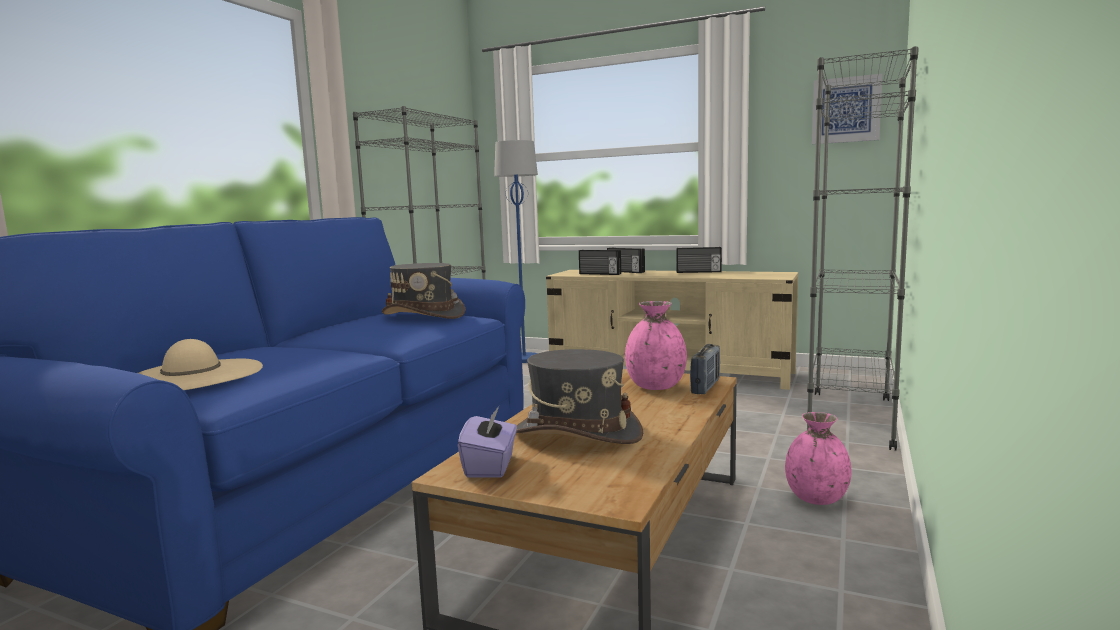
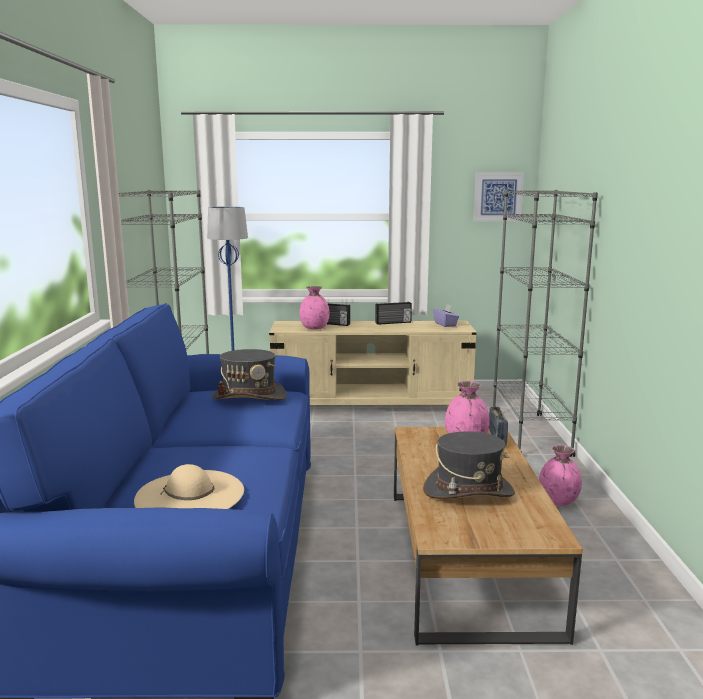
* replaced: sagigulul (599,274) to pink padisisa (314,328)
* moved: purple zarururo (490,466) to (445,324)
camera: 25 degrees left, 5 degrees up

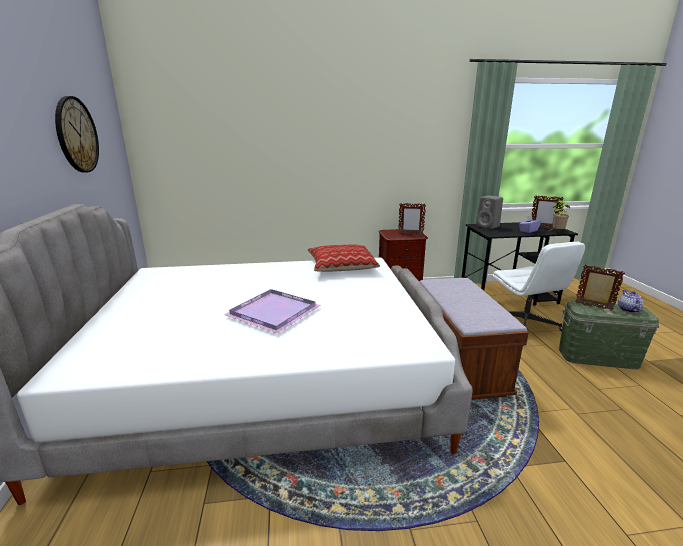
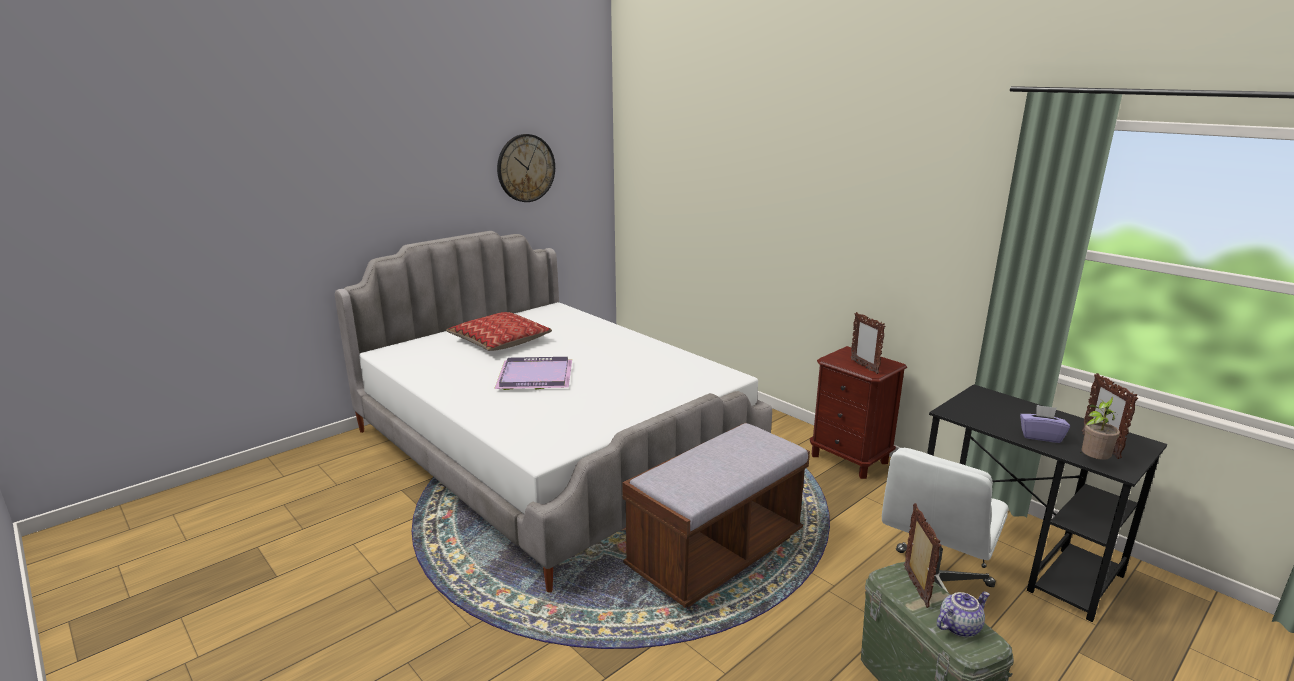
* moved: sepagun (341,266) to (500,341)
* removed: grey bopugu (488,226)
camera: 55 degrees right, 0 degrees up

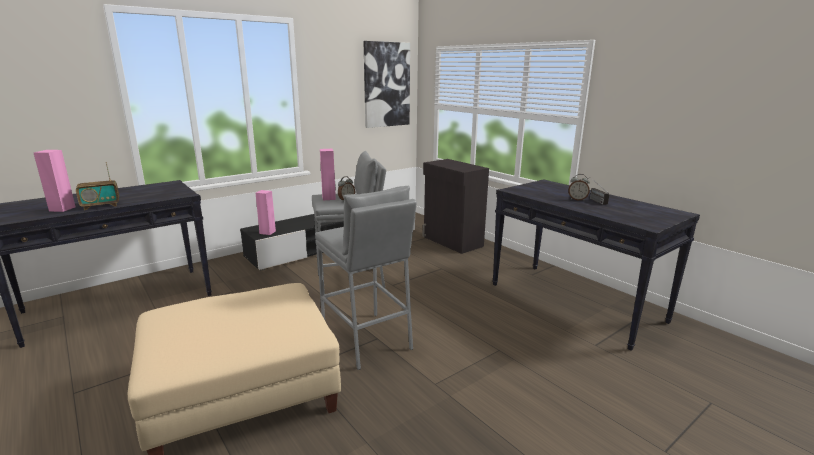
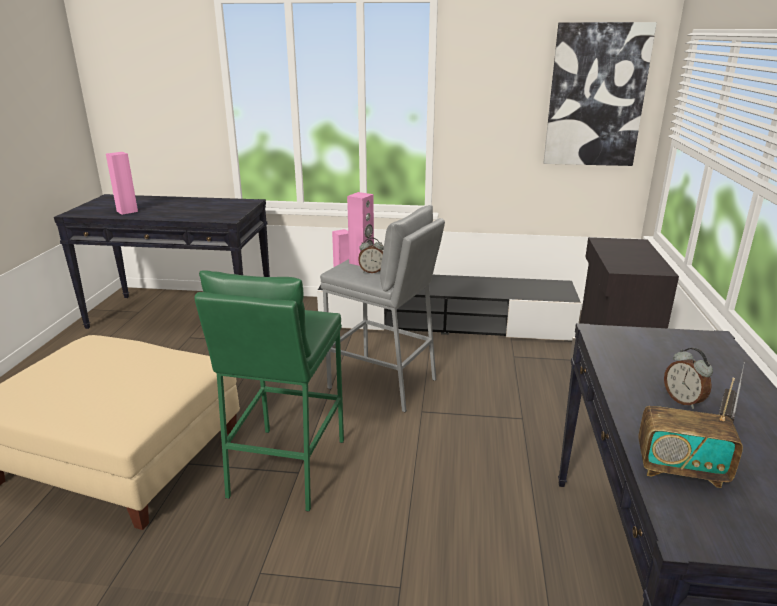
* recoloured: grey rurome (366,340) to green rurome (286,467)
* moved: sagigulul (101,206) to (680,469)
camera: 45 degrees right, 5 degrees up

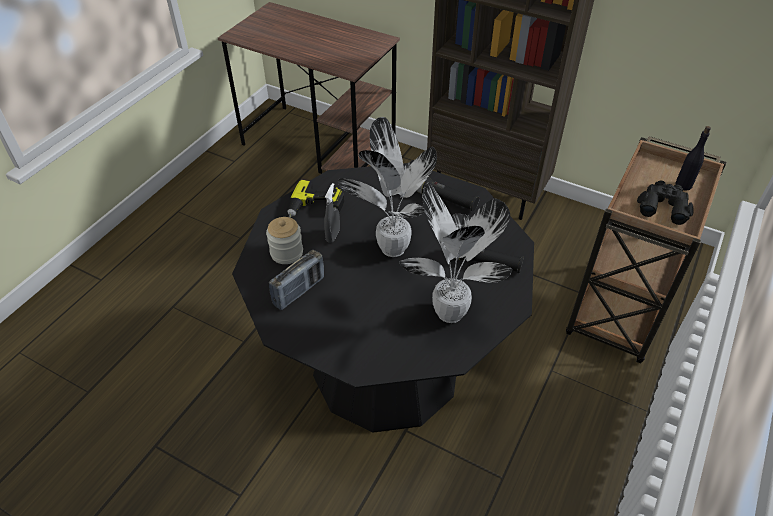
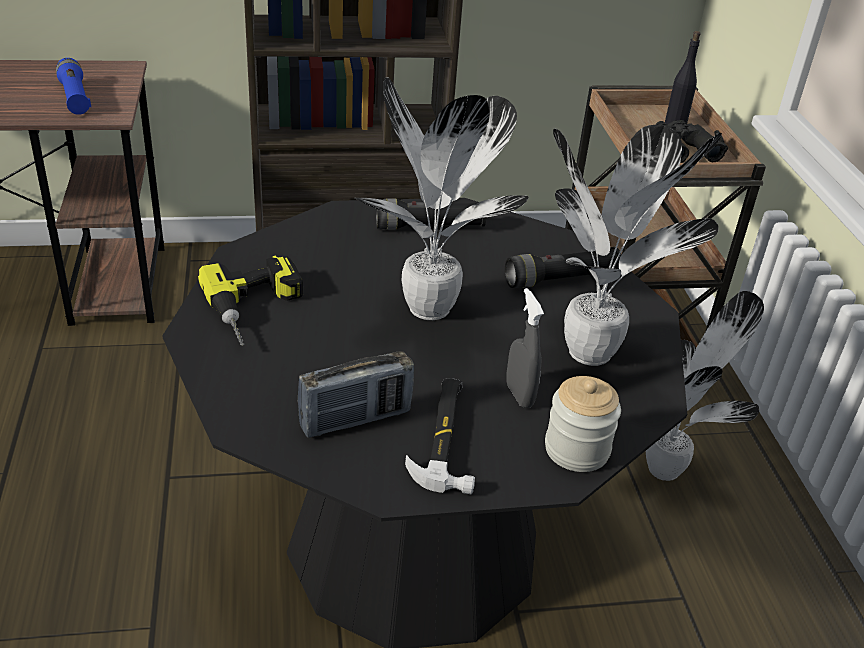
* added: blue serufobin (75,98)
* turned: sagigulul (299,291) = (355,419) 60 degrees clockwise
* added: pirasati (446,437)
* moved: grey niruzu (333,235) to (519,395)
* moved: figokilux (286,253) to (576,450)
* added: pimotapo (666,468)
camera: 40 degrees left, 10 degrees down

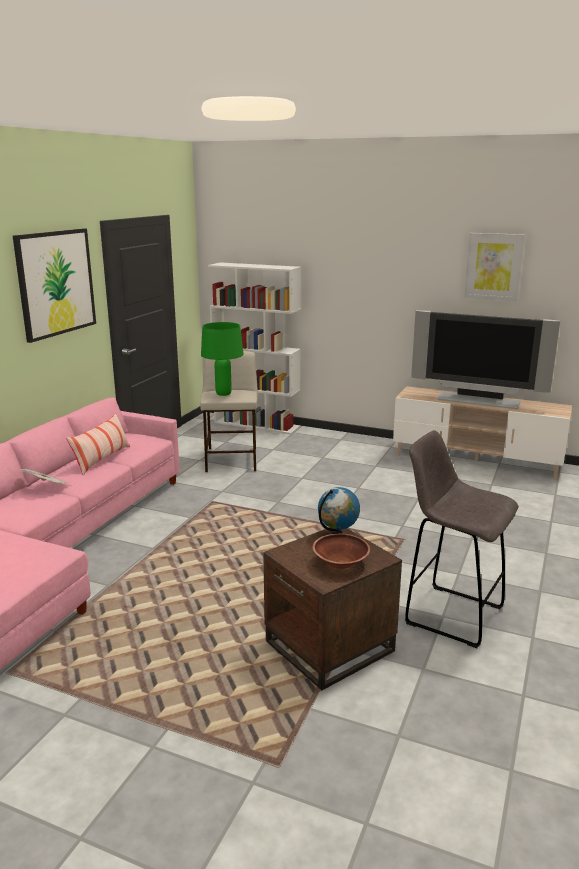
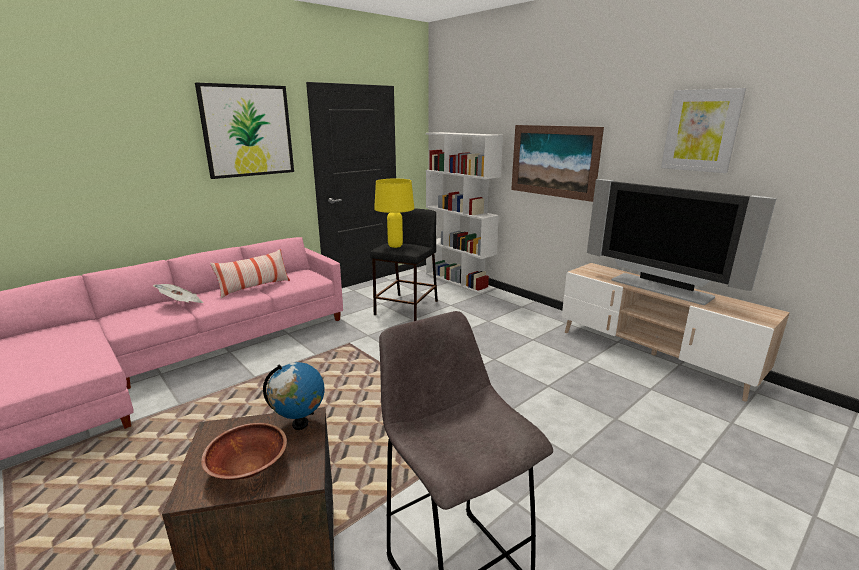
* recoloured: beige rurome (232,459) to black rurome (406,308)
* recoloured: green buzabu (223,394) to yellow buzabu (395,246)
* added: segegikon (553,161)
camera: 25 degrees right, 0 degrees up

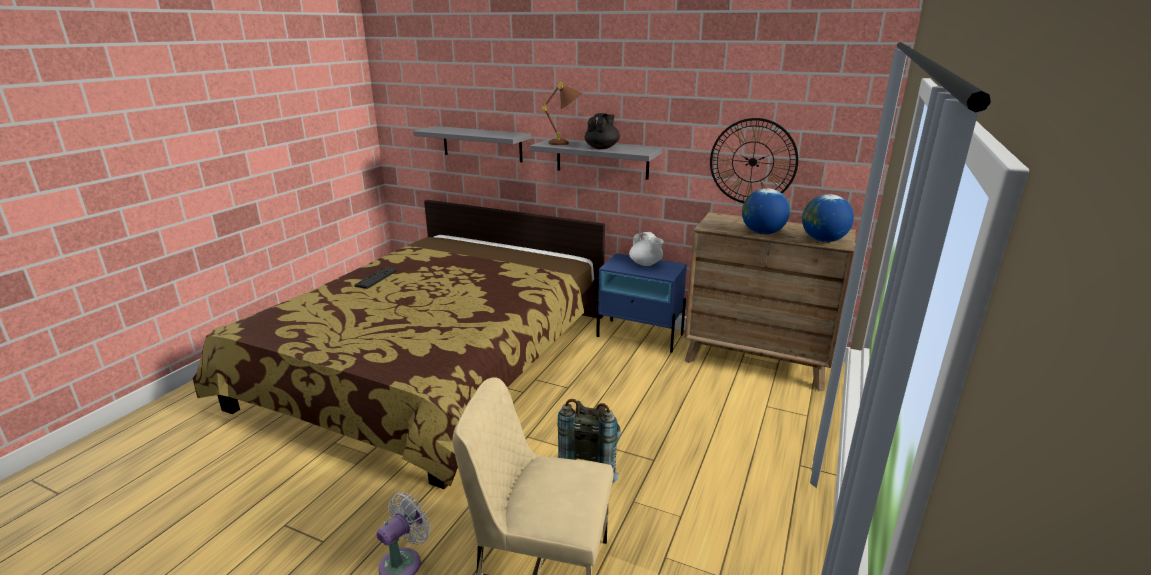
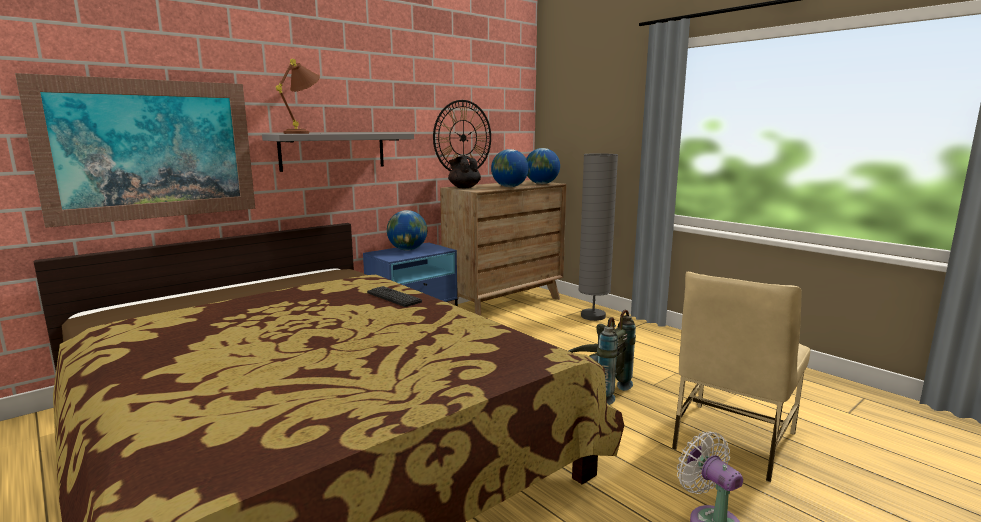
* replaced: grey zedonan (482,144) to segegikon (151,150)
* moved: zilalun (376,278) to (393,297)
* replaced: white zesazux (646,264) to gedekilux (407,250)
* moved: black zesazux (602,148) to (464,187)
* added: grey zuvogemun (593,316)
camera: 65 degrees left, 10 degrees down

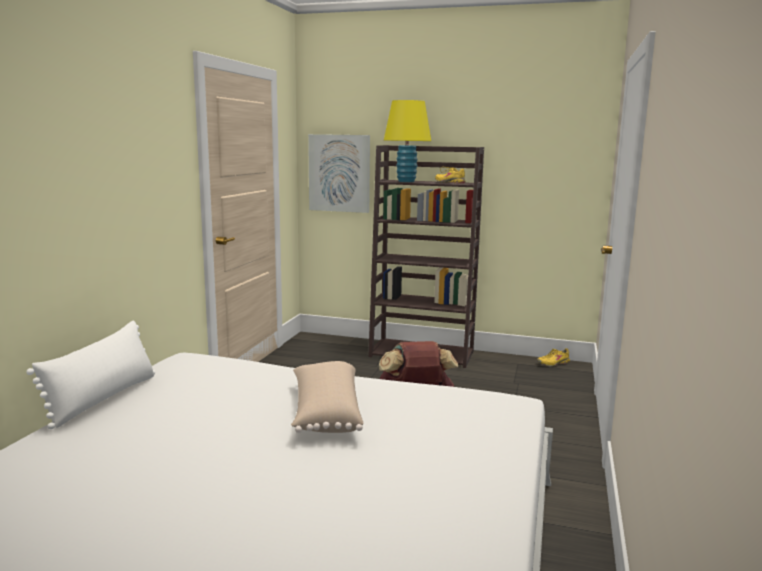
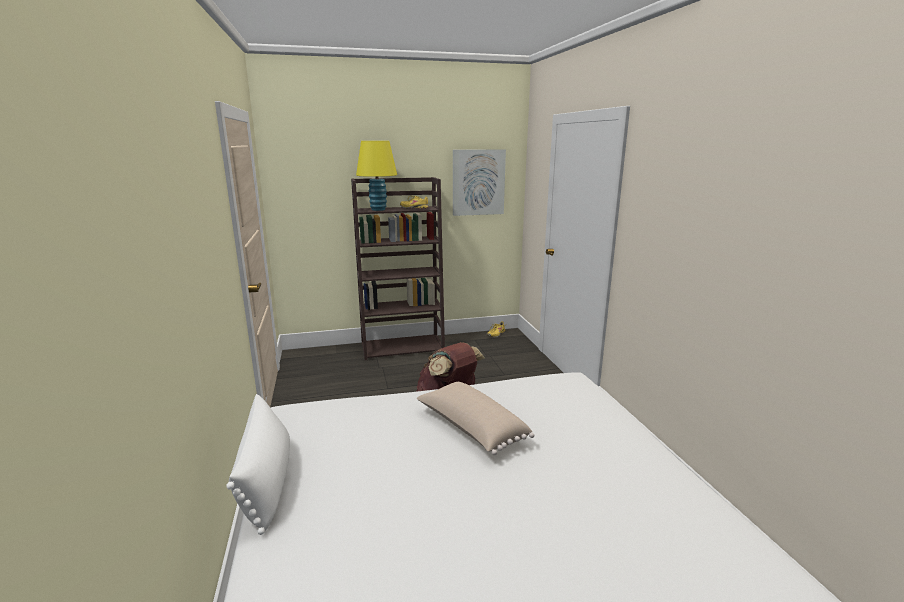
* moved: segegikon (339,173) to (478,182)
camera: 30 degrees left, 5 degrees up

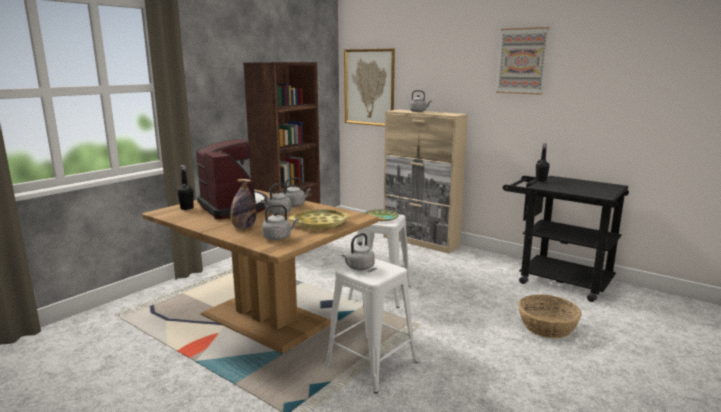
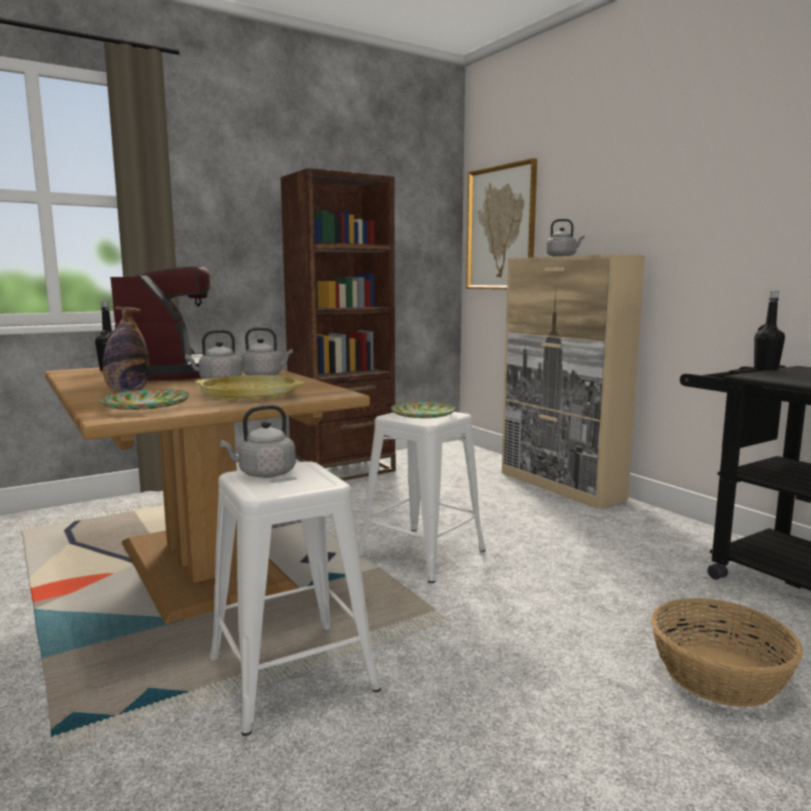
* replaced: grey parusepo (278,237) to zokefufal (146,405)
* removed: segegikon (522,61)
camera: 20 degrees right, 5 degrees down

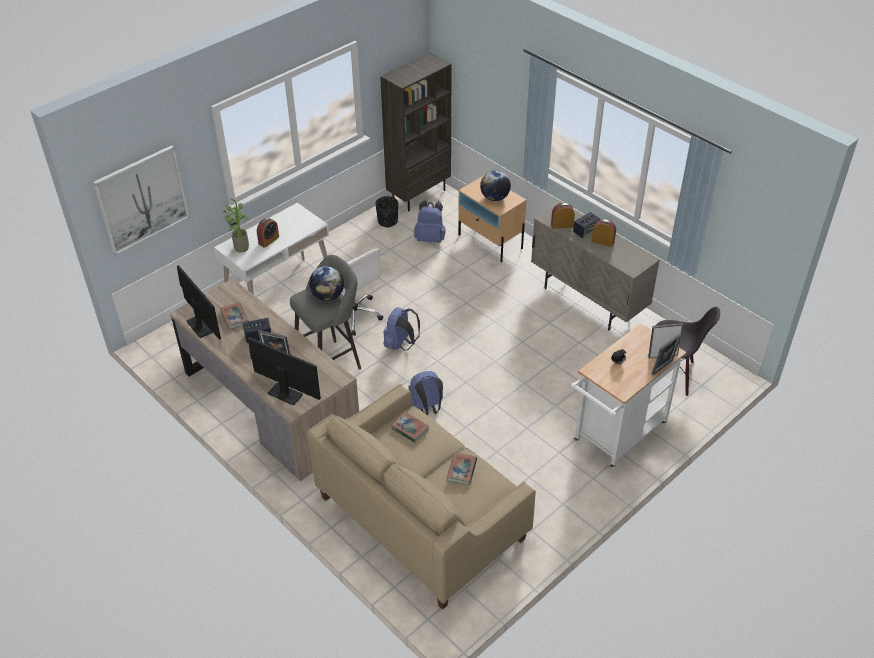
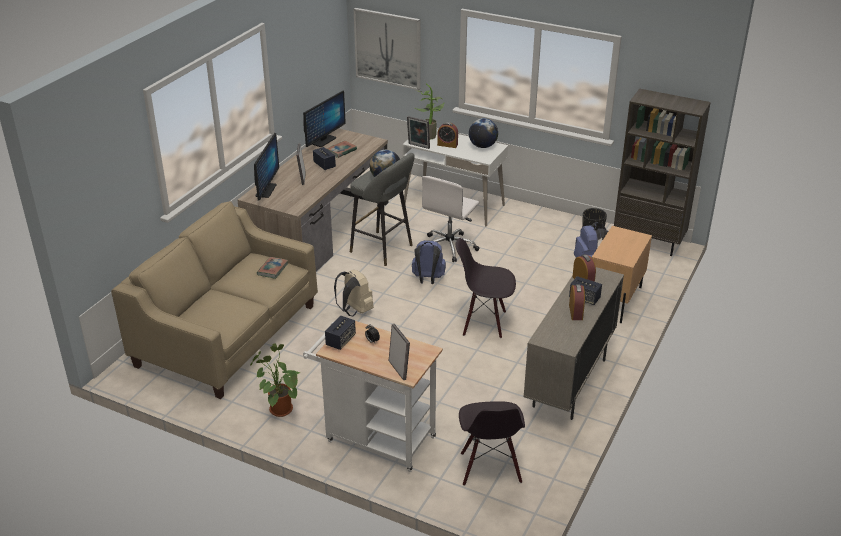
* added: pimotapo (278,409)
* added: bopugu (340,340)
* recoloured: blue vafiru (426,408) to beige vafiru (355,311)
* moved: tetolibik (663,368) to (418,146)
* added: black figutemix (484,323)
* moved: gedekilux (494,198) to (482,146)
* removed: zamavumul (462,470)
camera: 70 degrees right, 10 degrees down

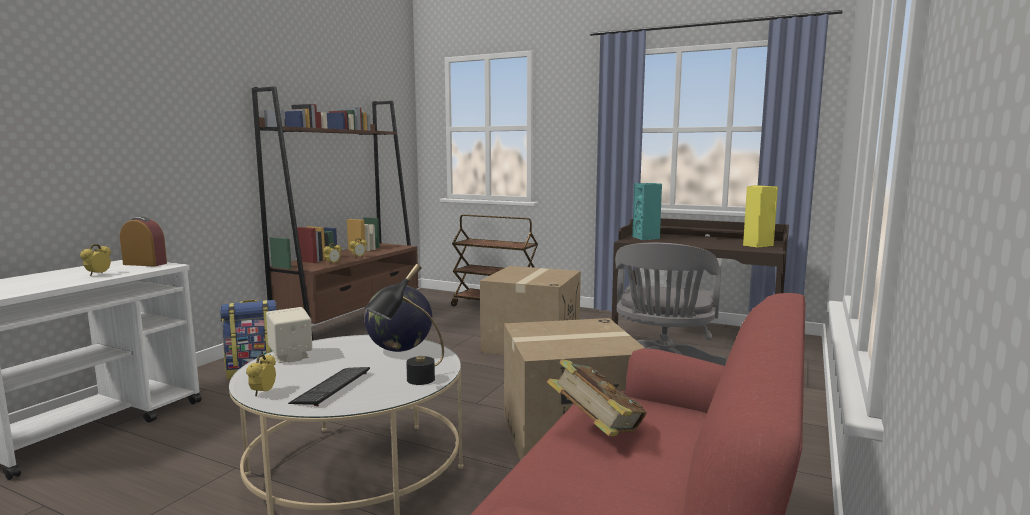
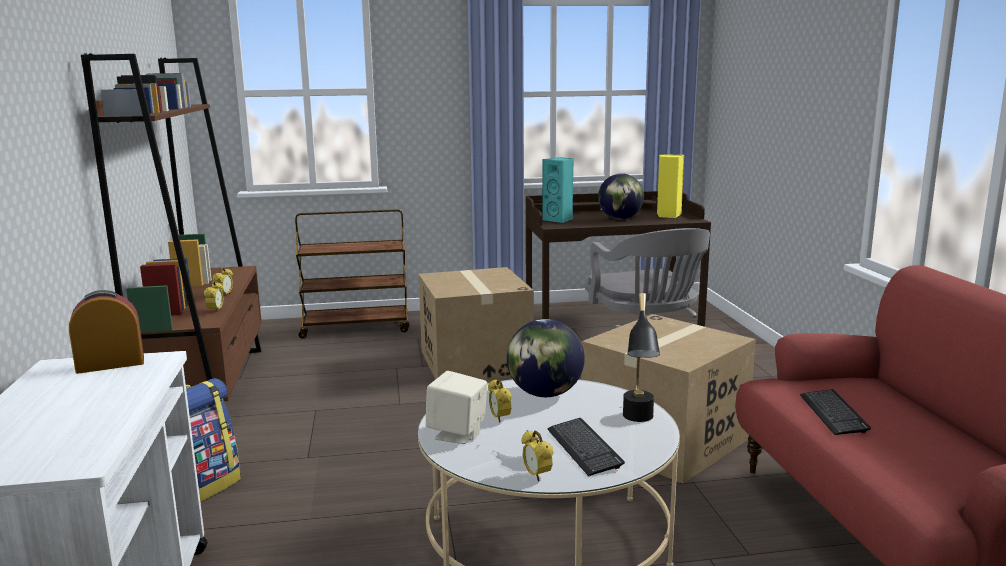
* moved: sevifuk (98,274) to (499,418)
* added: gedekilux (620,219)
* replaced: zamavumul (596,431) to zilalun (833,414)
camera: 35 degrees left, 5 degrees up

